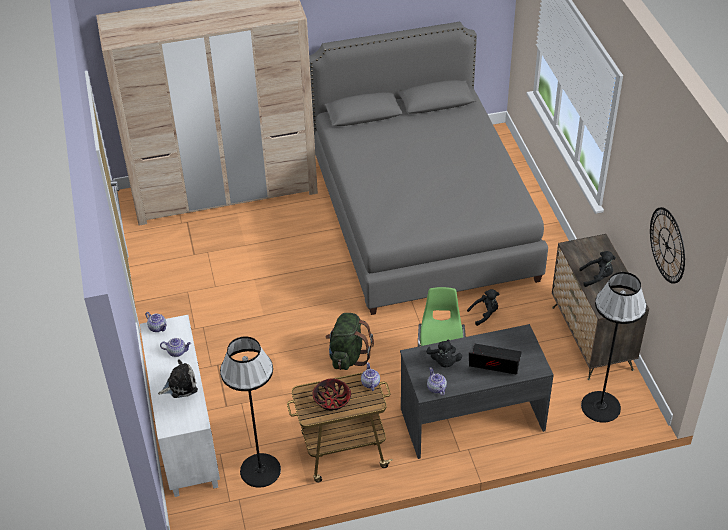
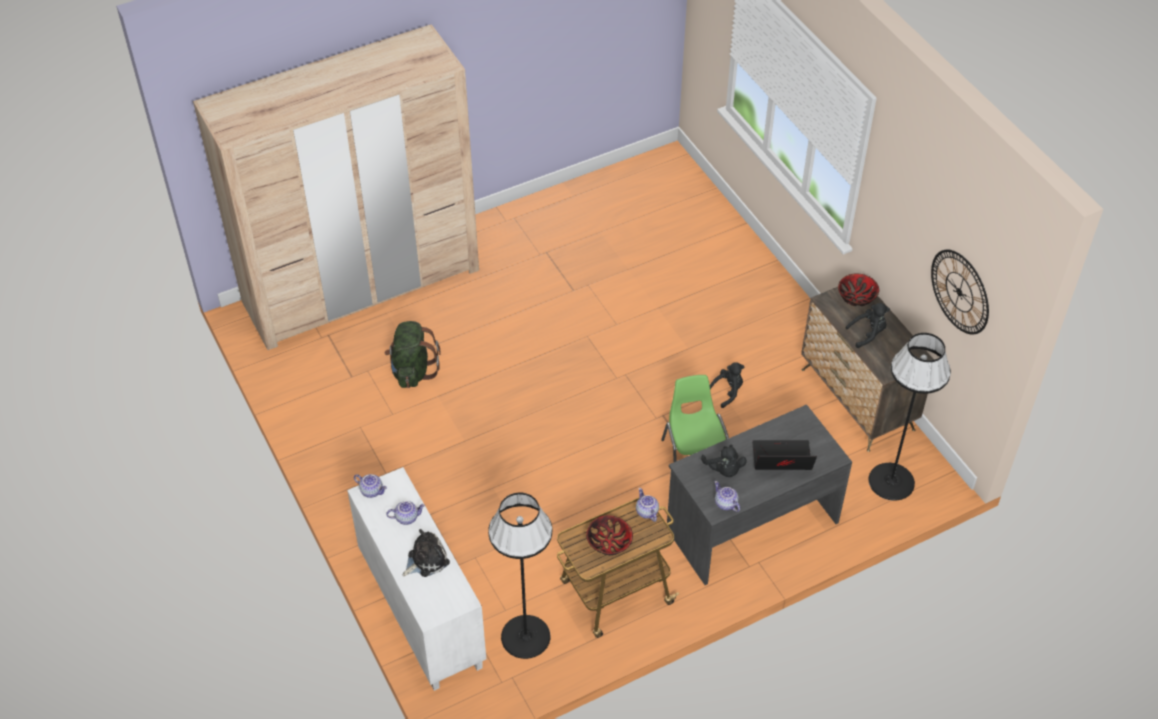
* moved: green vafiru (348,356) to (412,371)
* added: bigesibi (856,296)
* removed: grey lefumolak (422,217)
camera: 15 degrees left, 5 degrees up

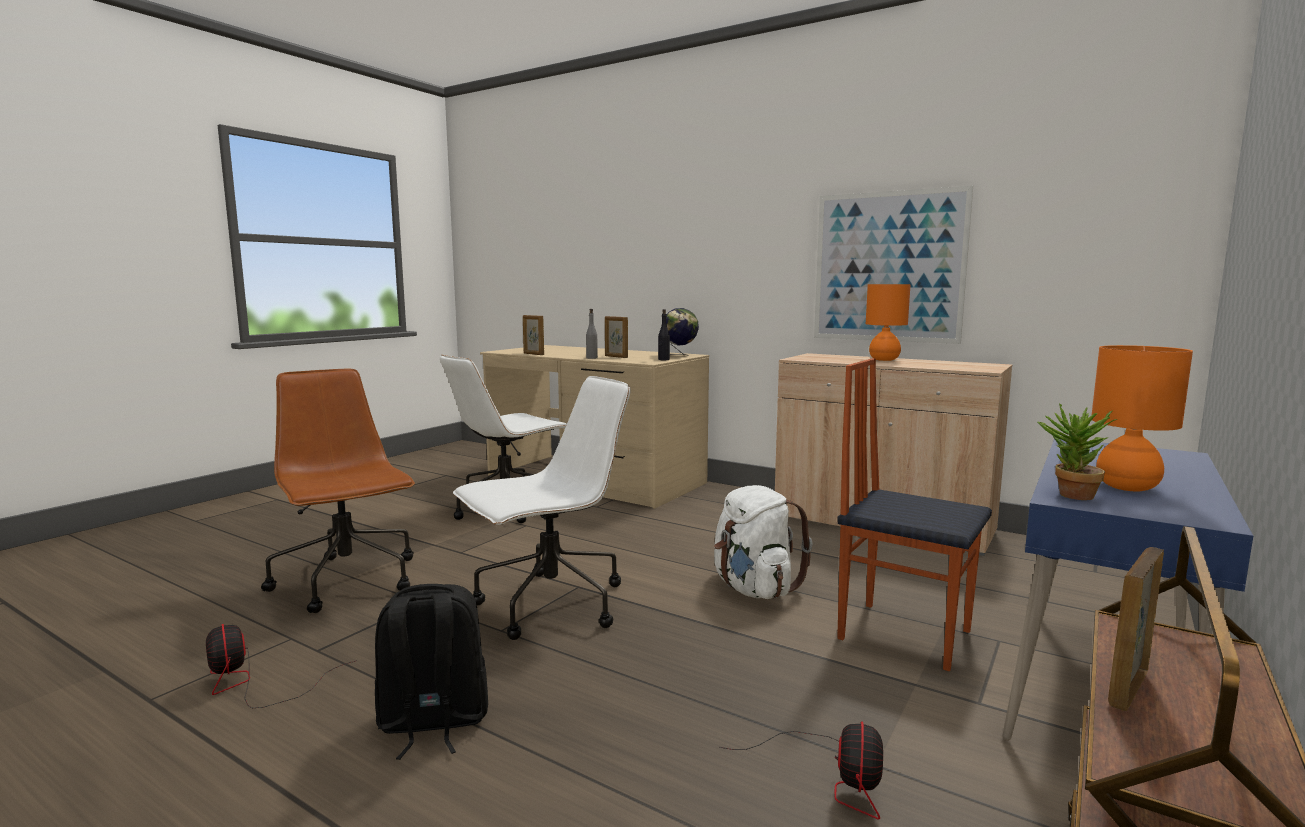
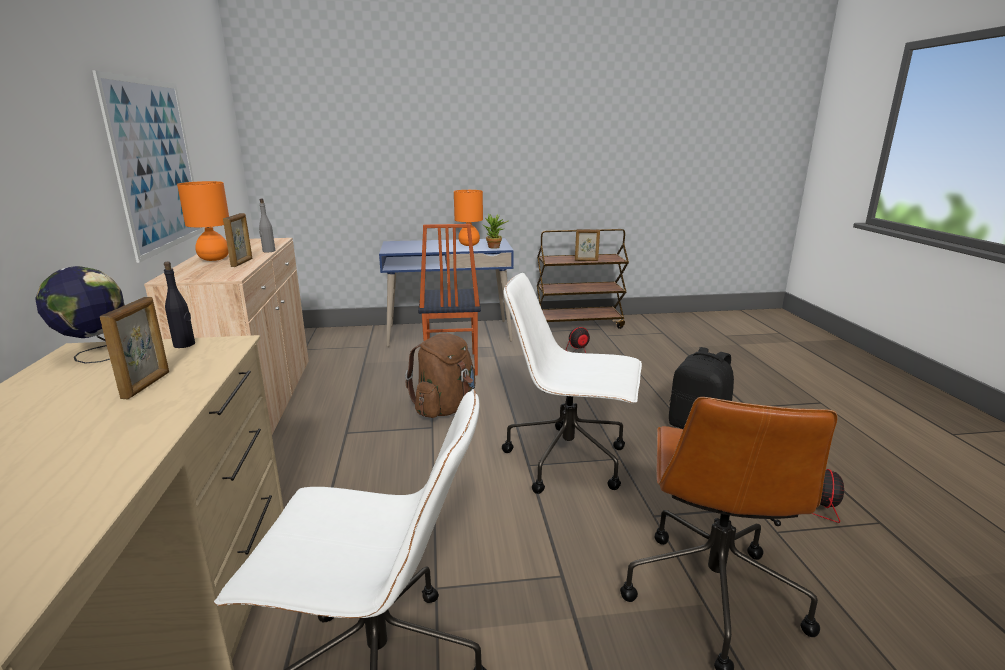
* moved: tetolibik (533,354) to (242,263)
* moved: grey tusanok (592,358) to (268,251)
* recoloured: white vafiru (754,589) to brown vafiru (445,408)
camera: 130 degrees left, 10 degrees up

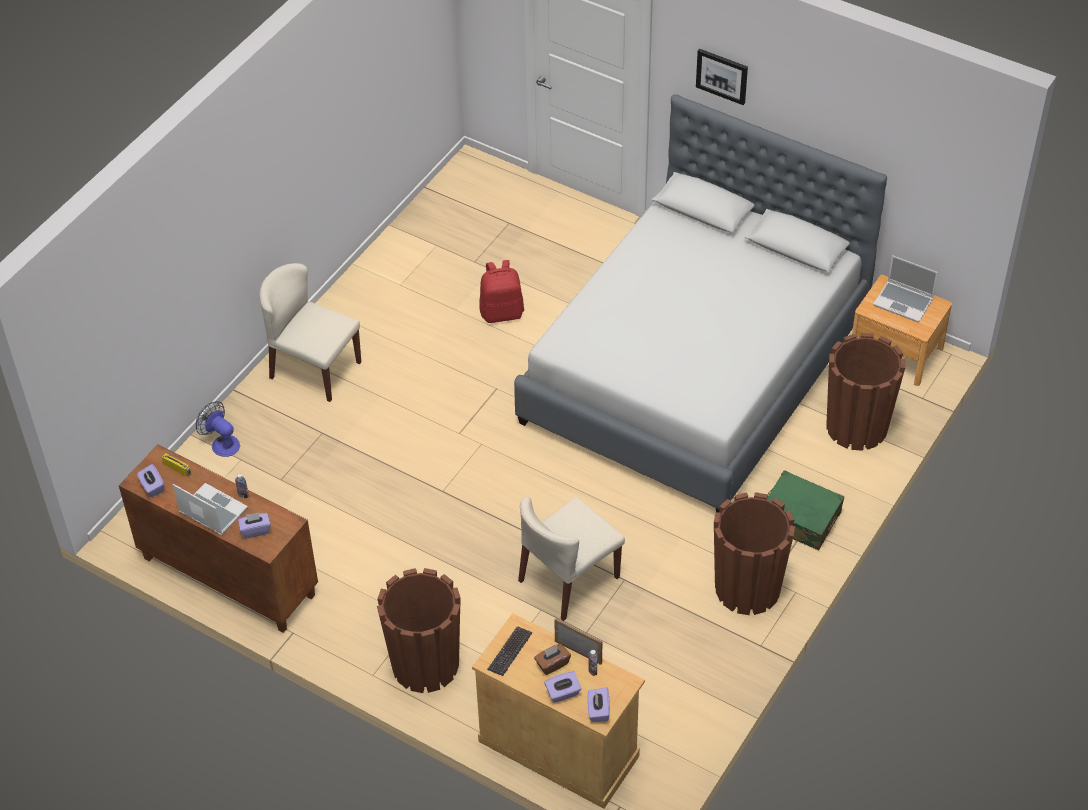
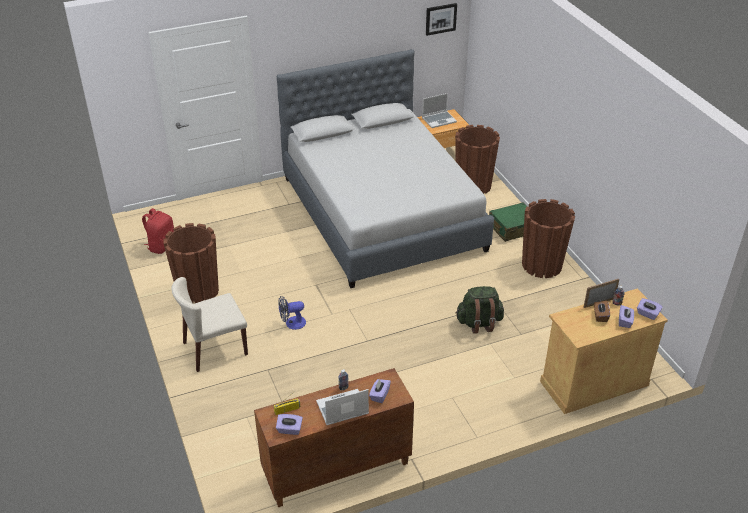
* moved: red vafiru (502,312) to (161,246)
* moved: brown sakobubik (425,664) to (198,291)
* moved: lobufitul (221,443) to (292,323)
* moved: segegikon (722,75) to (440,18)
* replaced: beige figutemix (568,580) to green vafiru (479,323)
* removed: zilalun (510,652)
camera: 55 degrees left, 10 degrees down

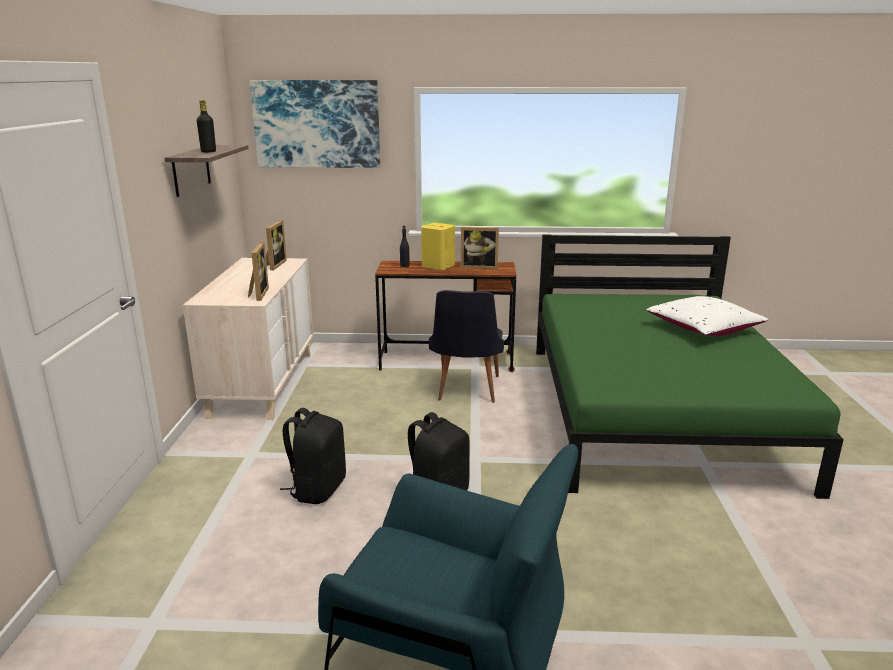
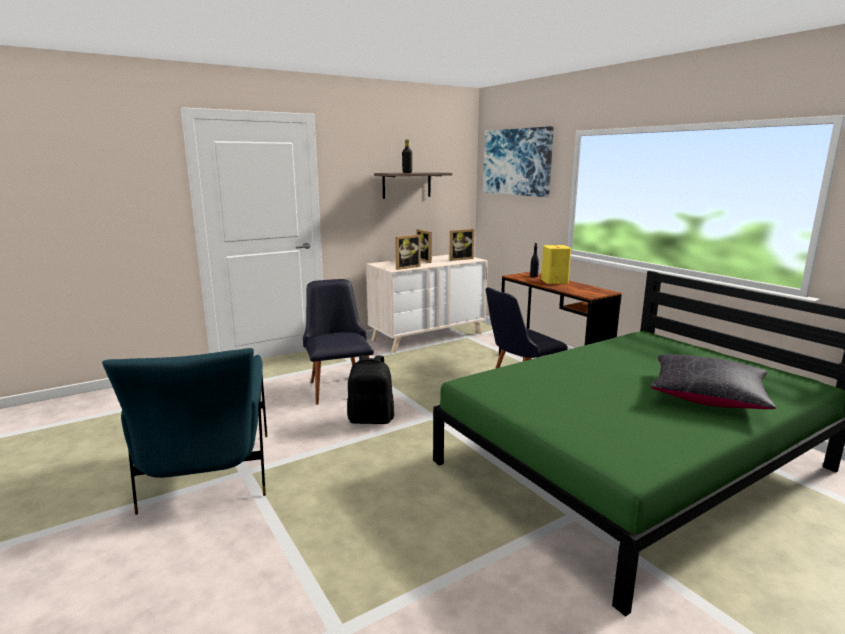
* replaced: black vafiru (317,489) to black figutemix (338,386)
* moved: tetolibik (479,267) to (426,260)
* recoloured: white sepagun (703,329) to black sepagun (707,396)
camera: 55 degrees right, 5 degrees down

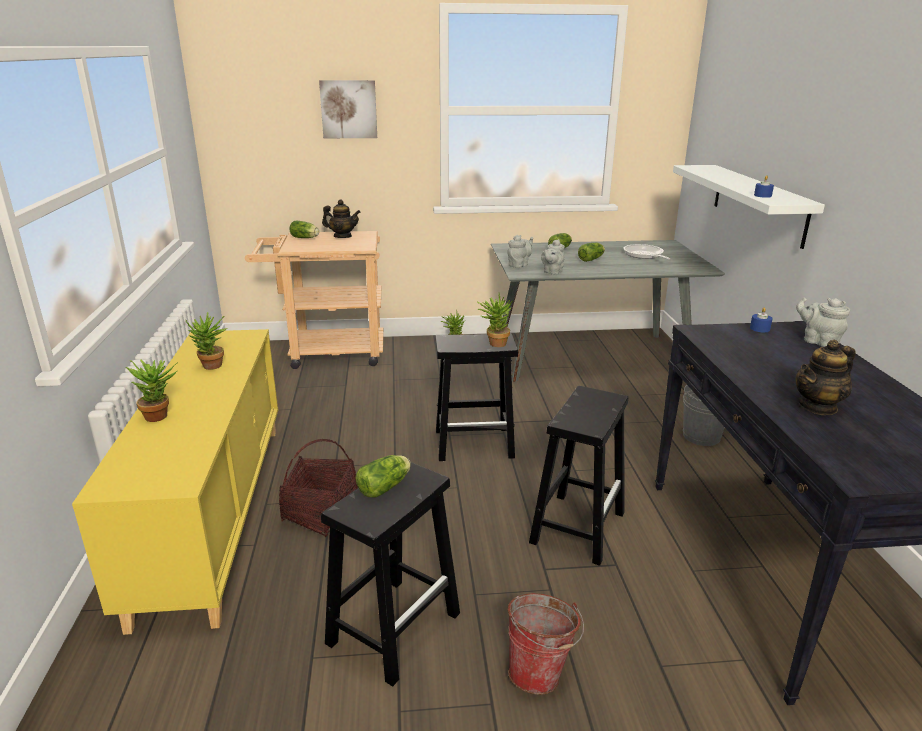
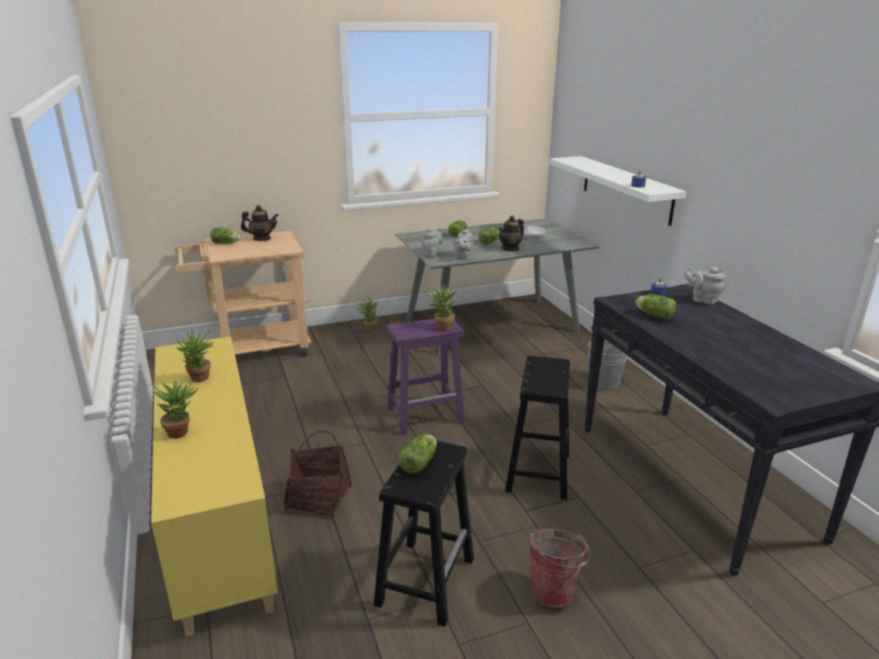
* recoloured: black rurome (475,443) to purple rurome (426,415)
* moved: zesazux (818,406) to (510,248)
* added: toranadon (653,315)
* removed: segegikon (349,109)
camera: 15 degrees left, 0 degrees up

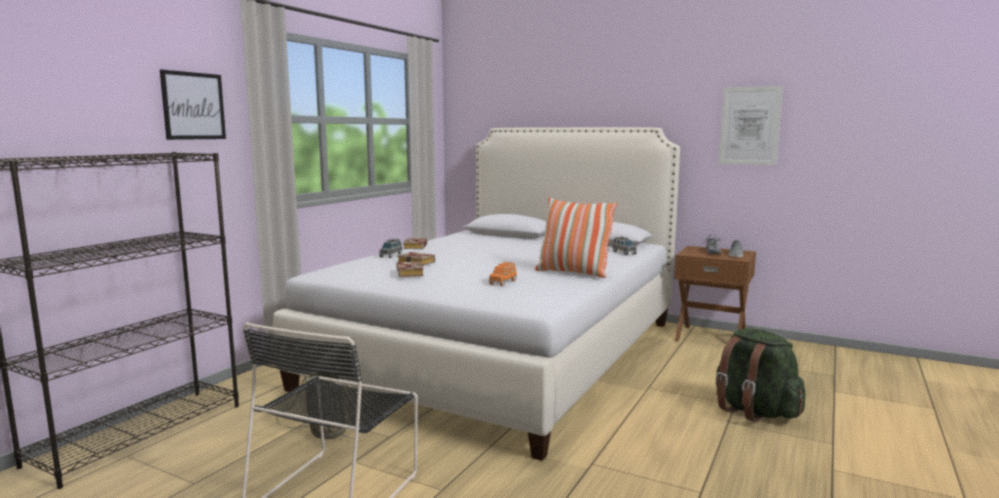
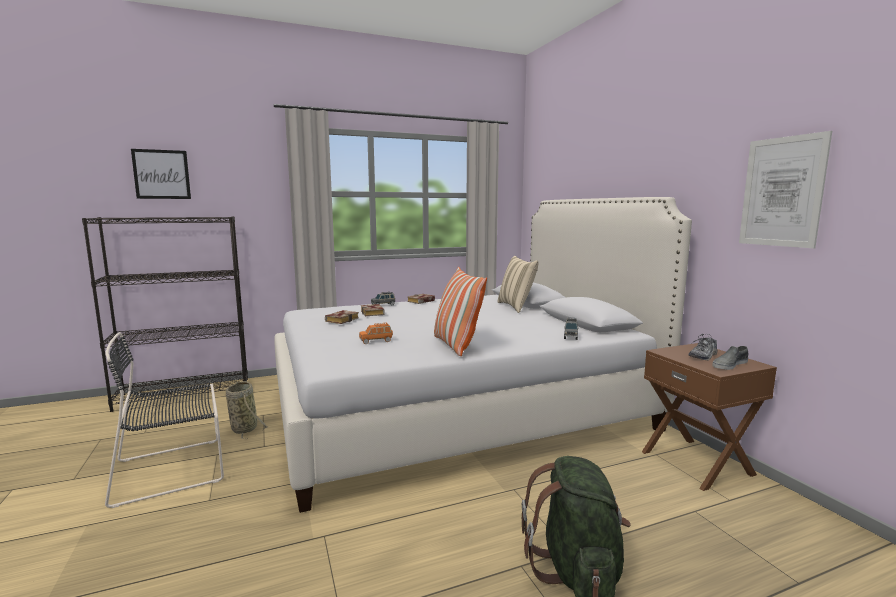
* moved: segegikon (193,106) to (161,174)
* added: beige sepagun (516,307)
camera: 40 degrees right, 0 degrees up

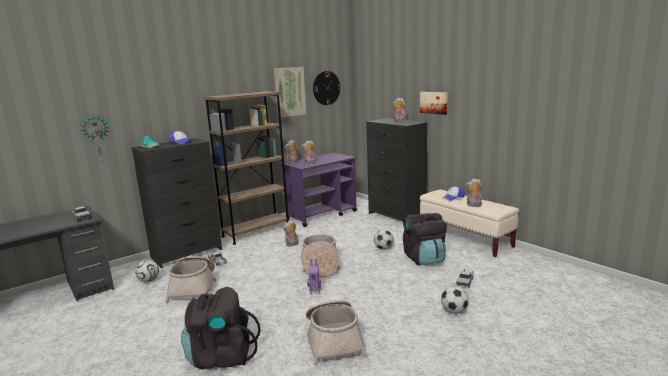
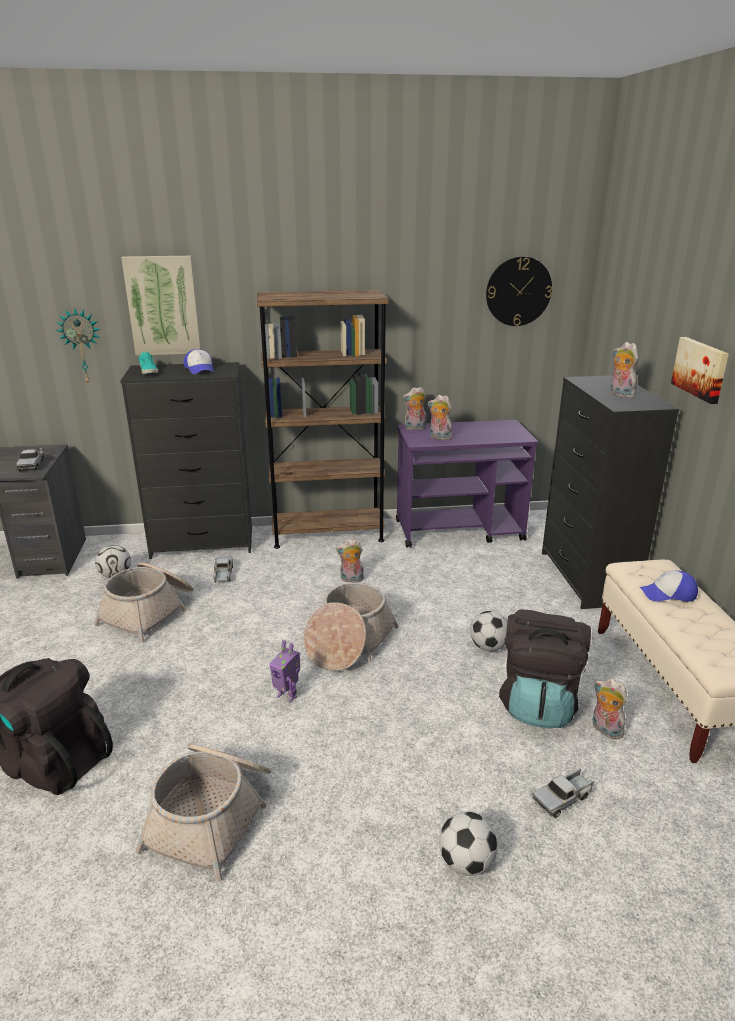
* moved: segegikon (289,92) to (163,306)
* moved: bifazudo (473,205) to (604,730)
camera: 30 degrees right, 10 degrees up

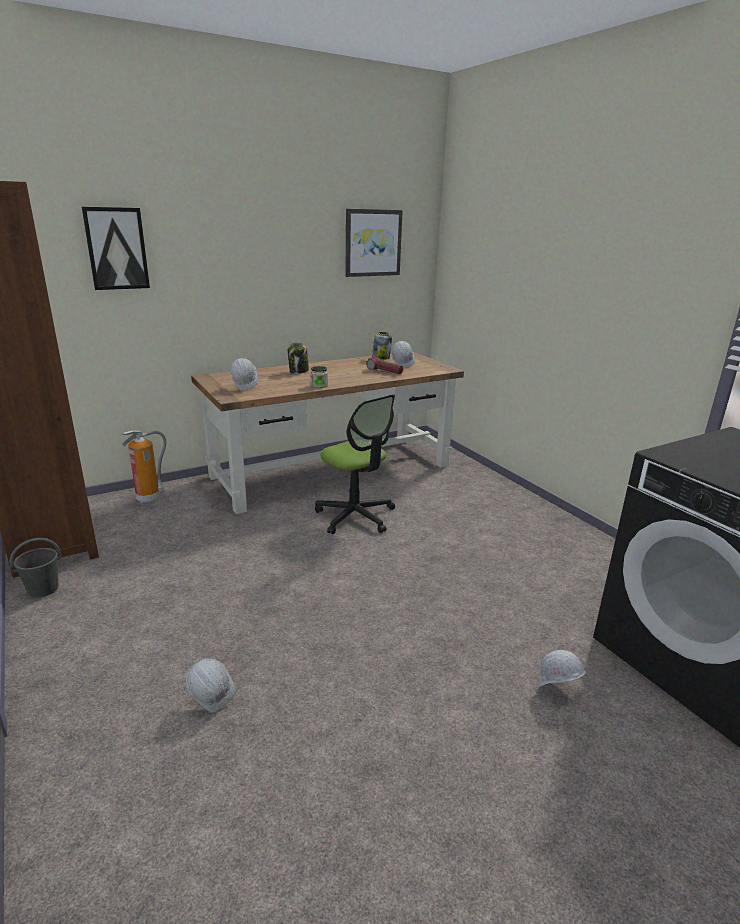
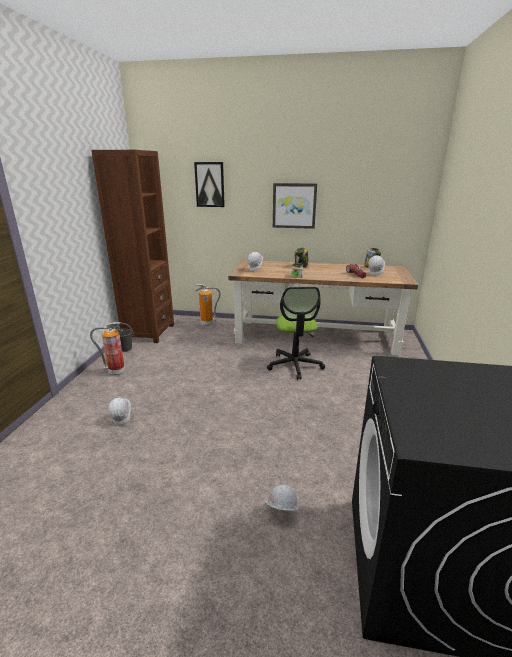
* added: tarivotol (115,372)
* moved: segegikon (372,243) to (294,206)
camera: 40 degrees right, 0 degrees up

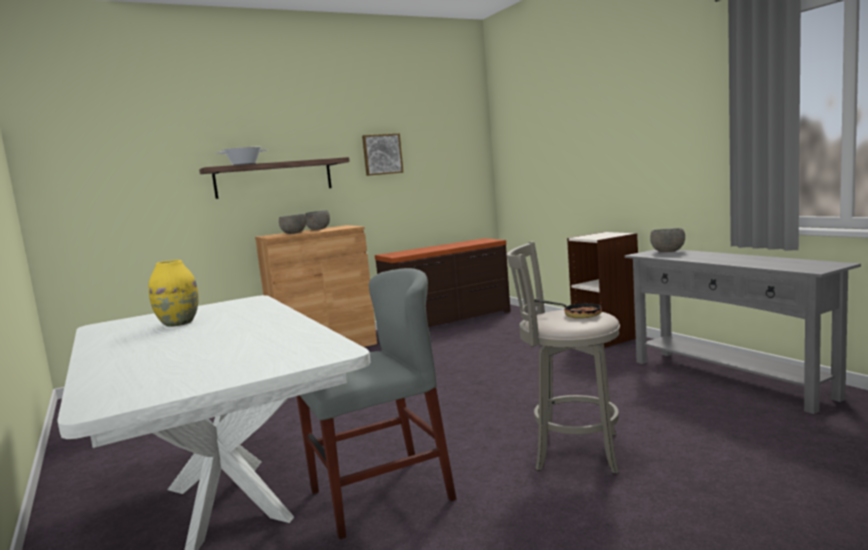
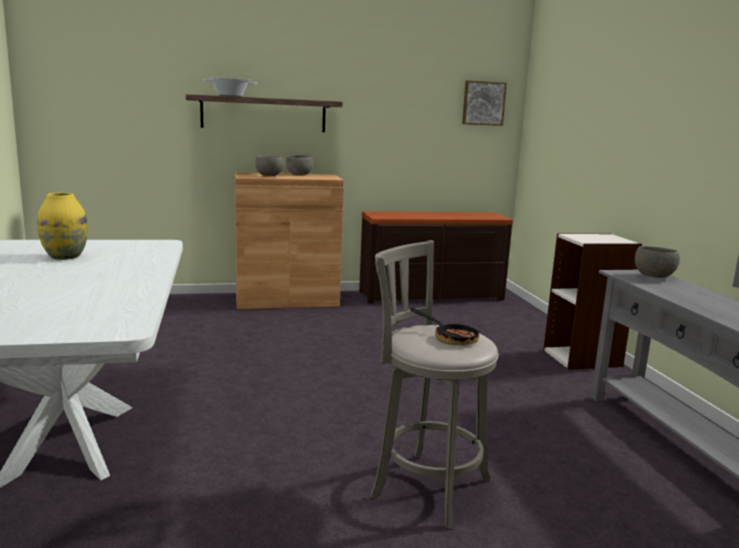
* moved: segegikon (382,154) to (483,103)
* removed: grey figutemix (380,495)
camera: 15 degrees right, 5 degrees up

